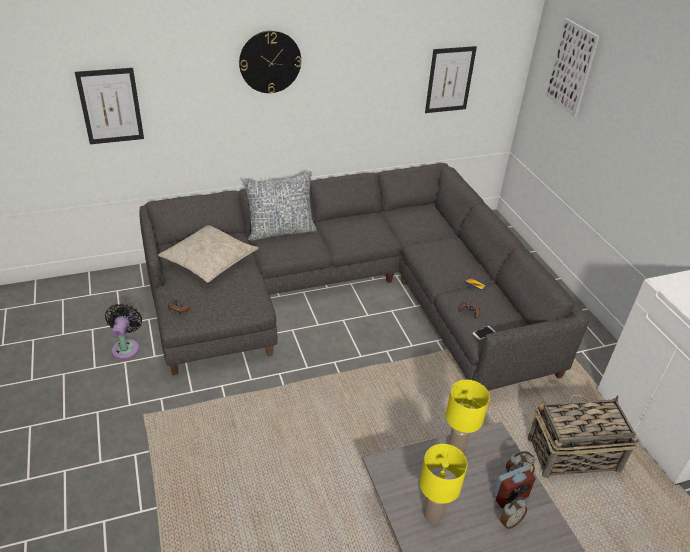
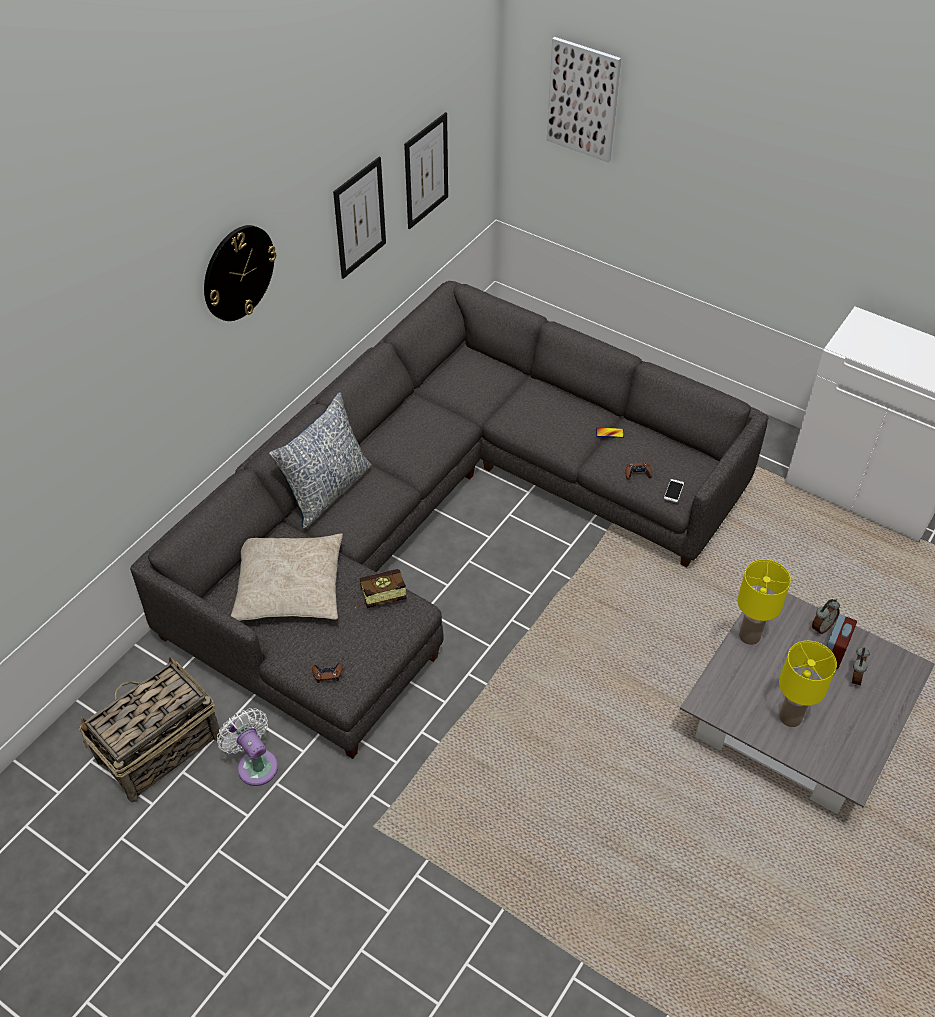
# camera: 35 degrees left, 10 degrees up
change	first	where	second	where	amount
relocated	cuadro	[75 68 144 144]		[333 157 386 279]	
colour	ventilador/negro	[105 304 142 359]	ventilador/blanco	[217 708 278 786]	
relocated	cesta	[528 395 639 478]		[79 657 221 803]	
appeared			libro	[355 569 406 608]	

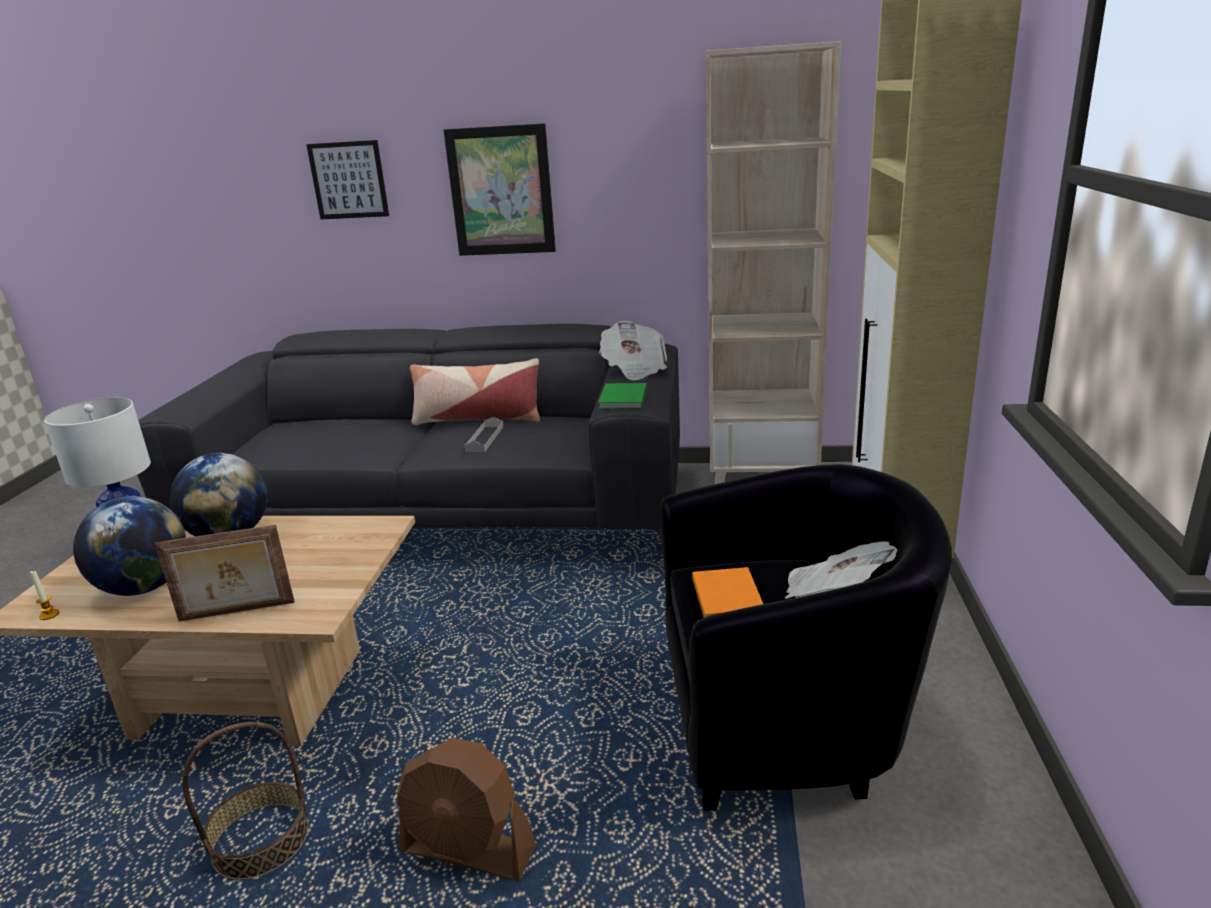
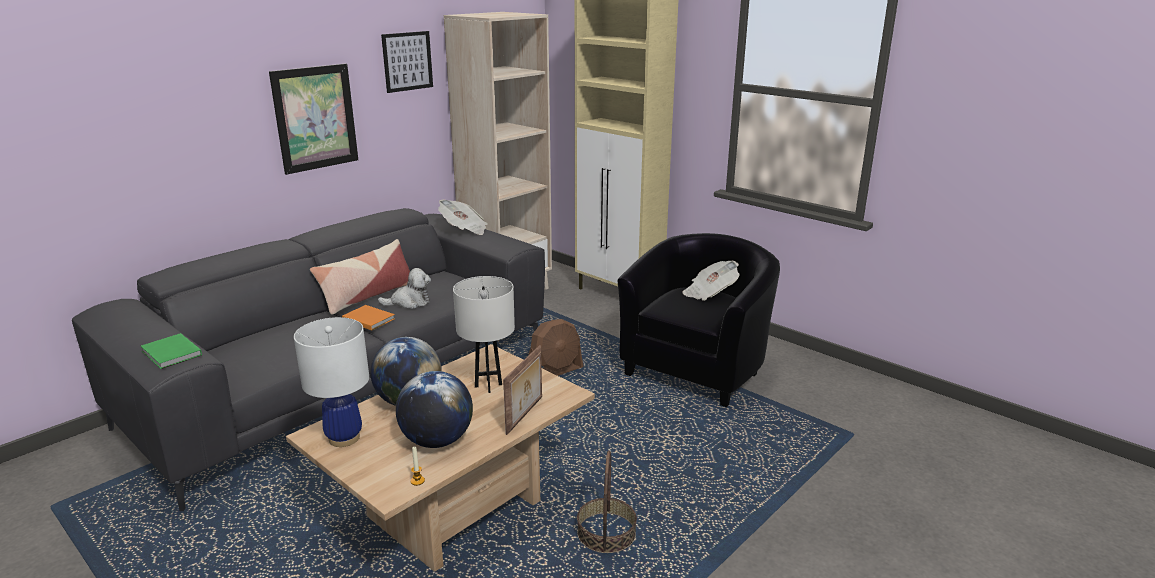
# camera: 55 degrees left, 0 degrees up
change	first	where	second	where	amount
relocated	cuadro	[306 140 389 220]		[381 31 433 93]	
relocated	ventilador/marrón	[397 738 536 881]		[528 319 583 376]	
exchanged	bandeja/gris	[464 417 503 452]	peluche	[378 268 431 309]	
relocated	libro/verde	[598 383 647 409]		[141 333 202 369]	
relocated	libro/naranja	[692 567 763 618]		[342 305 395 331]	
appeared			lámpara de mesa/blanco	[453 276 515 393]	

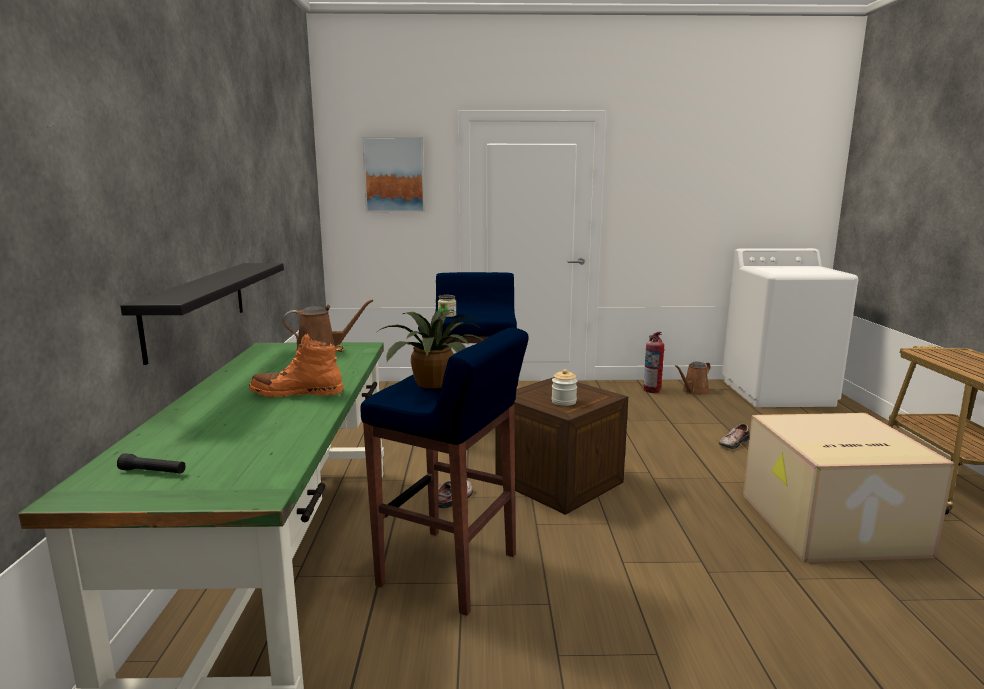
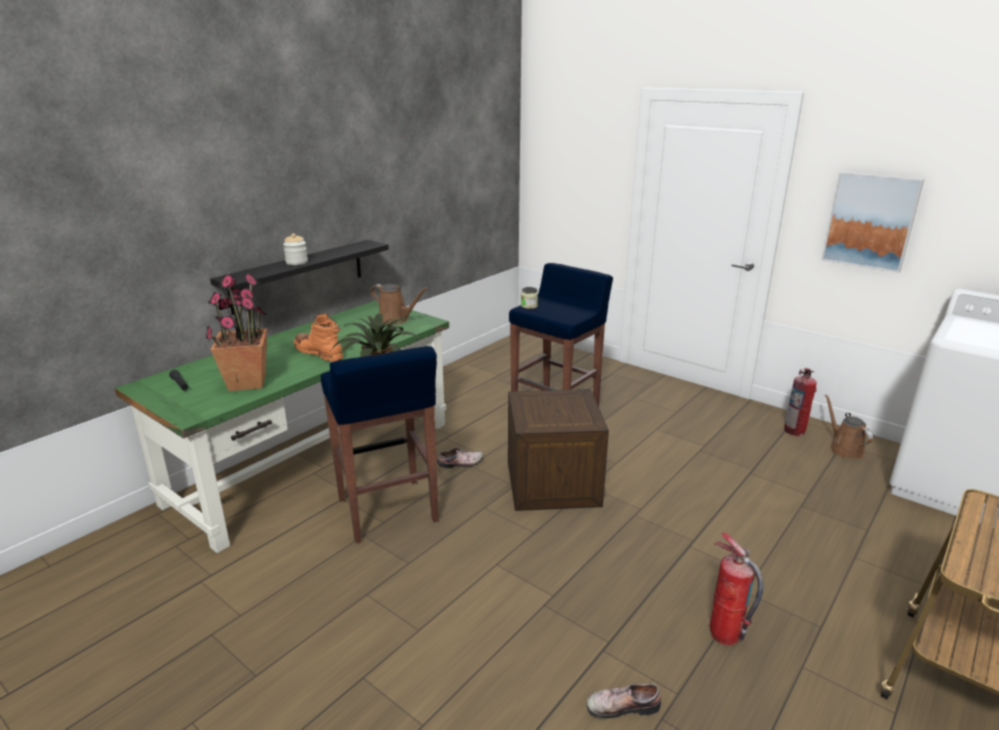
# camera: 40 degrees right, 10 degrees up
change	first	where	second	where	amount
relocated	cuadro	[362 137 425 212]		[821 172 924 273]	
relocated	tarro	[552 369 577 406]		[283 233 308 265]	
spun	regadera/marrón	[675 362 711 395]		[825 395 873 459]	75 degrees clockwise
relocated	zapato	[719 424 749 449]		[587 683 661 719]	
exchanged	caja de cartón	[743 413 955 562]	extintor	[710 533 763 645]	
appeared			planta en maceta	[206 273 267 391]	

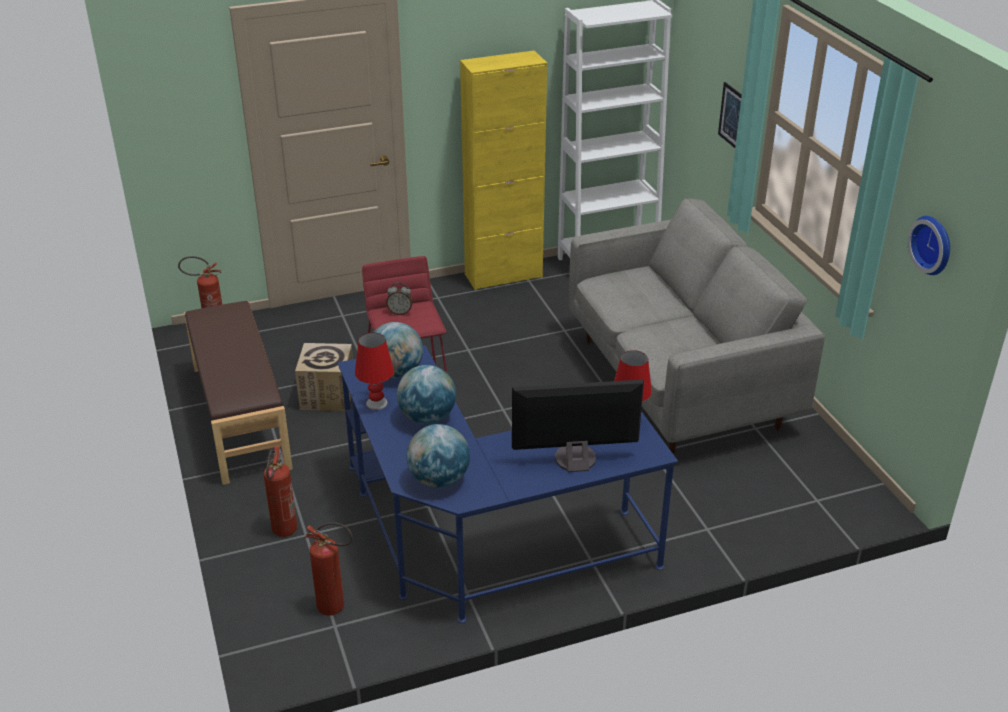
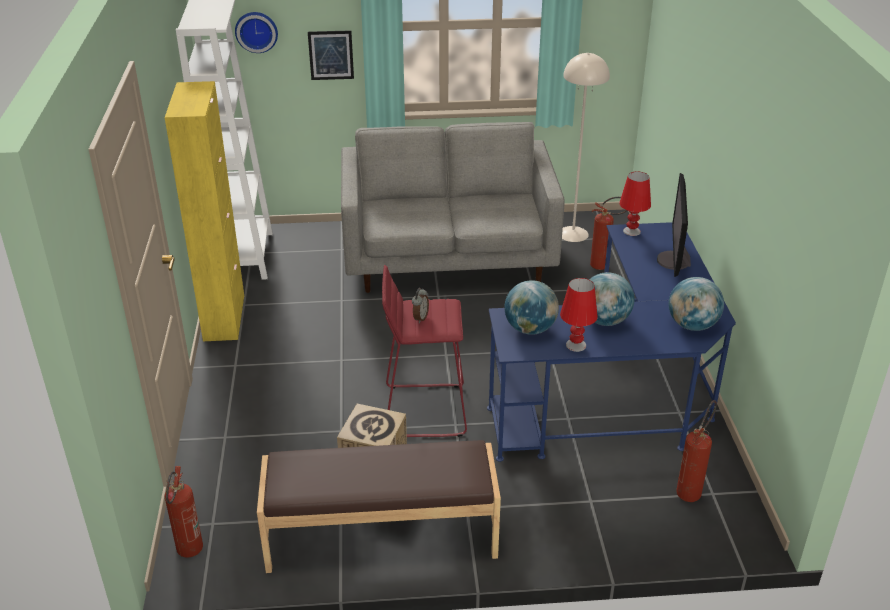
# camera: 75 degrees left, 0 degrees up
change	first	where	second	where	amount
relocated	extintor	[264 446 297 537]		[590 197 628 270]	
relocated	reloj de pared	[907 216 950 275]		[235 12 278 53]	
appeared			lámpara de pie/beis	[562 53 610 242]	

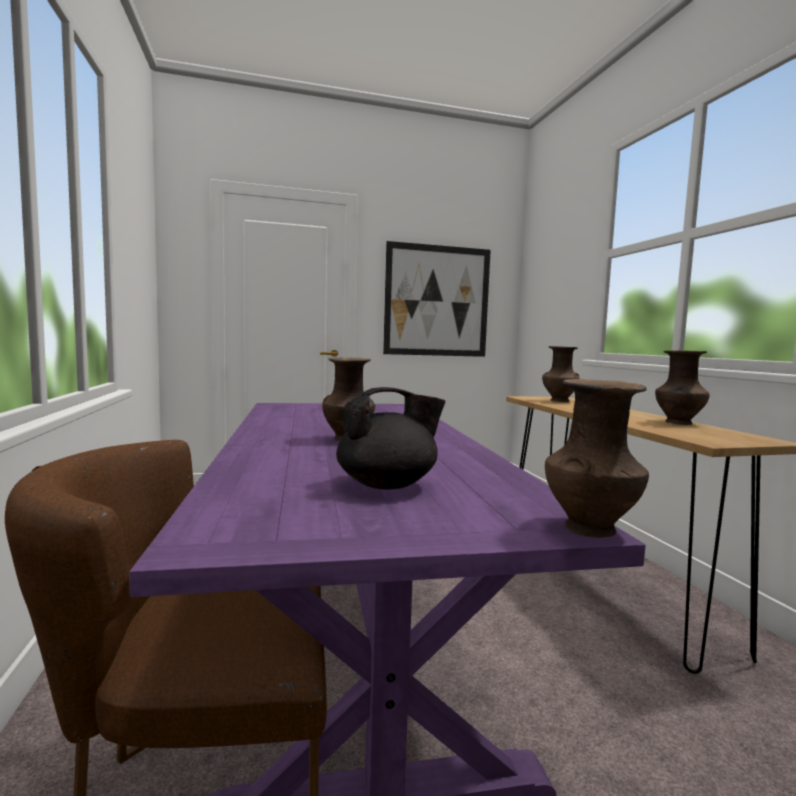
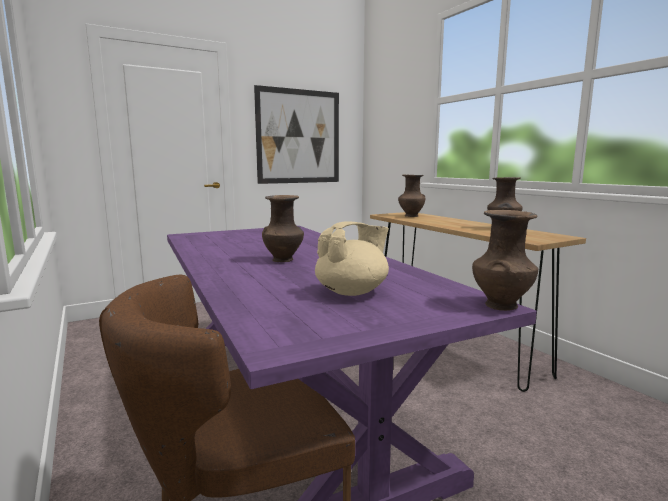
# camera: 15 degrees left, 5 degrees up
change	first	where	second	where	amount
colour	tetera/negro	[336 387 445 490]	tetera/beis	[315 222 389 296]	

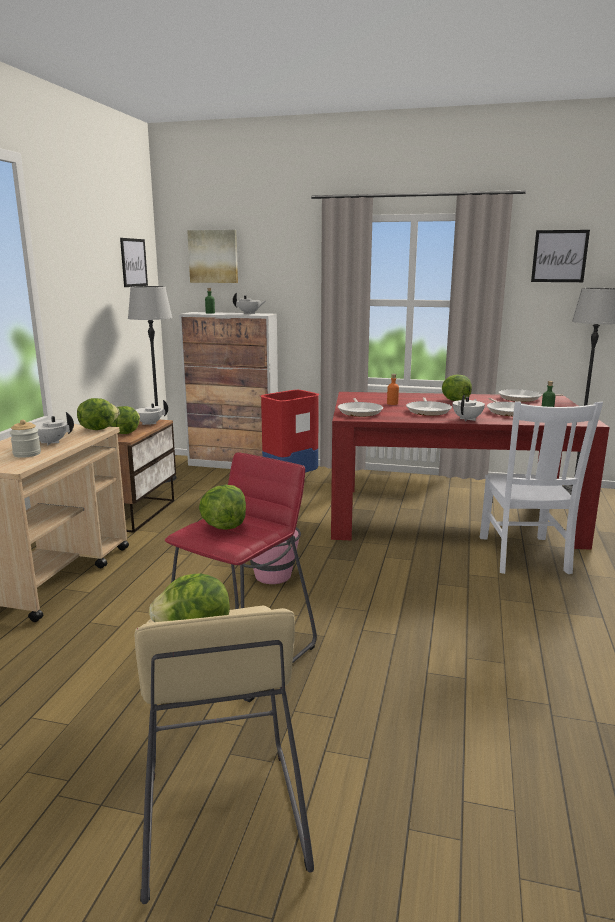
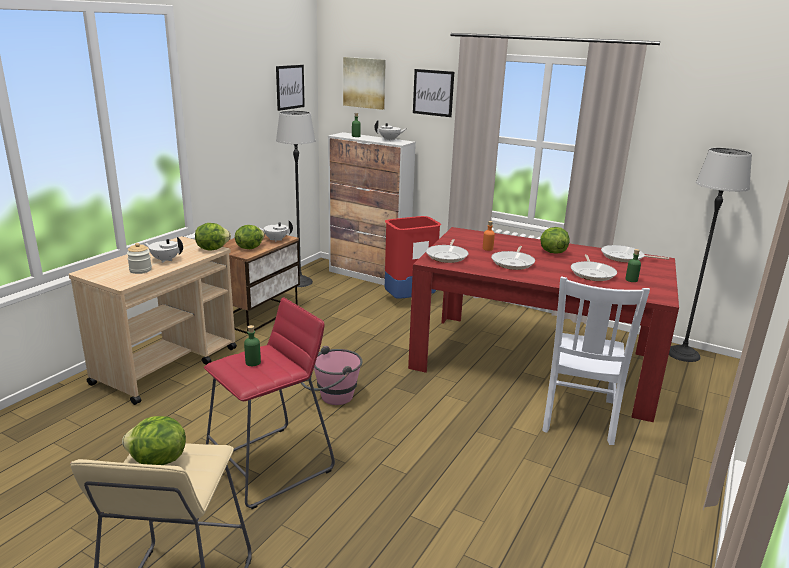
# camera: 15 degrees right, 5 degrees up
change	first	where	second	where	amount
exchanged	lechuga	[199 485 246 530]	botella/verde	[244 325 261 366]	
missing	tetera/blanco	[452 395 485 421]			
relocated	cuadro	[531 230 590 282]		[413 69 454 117]	

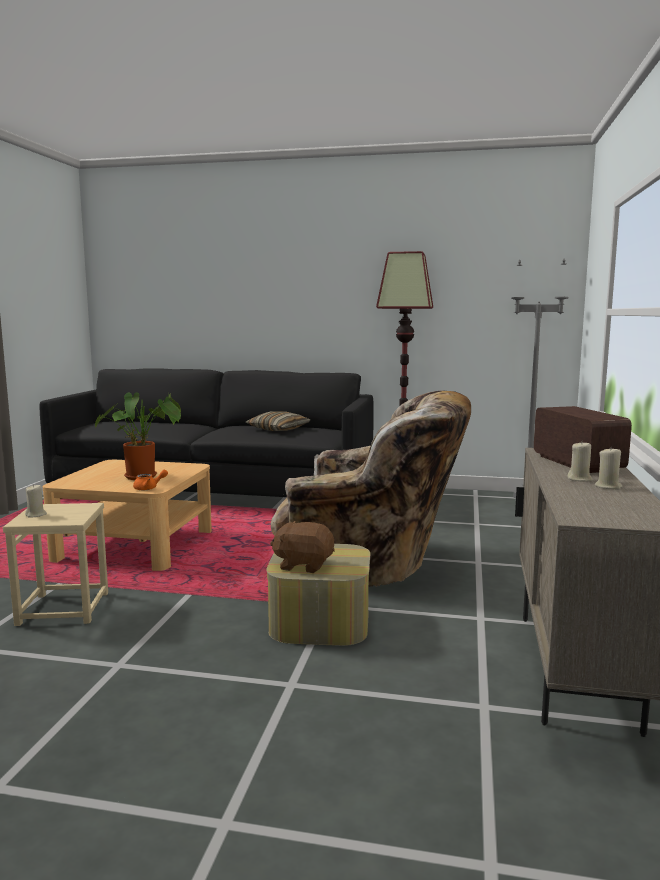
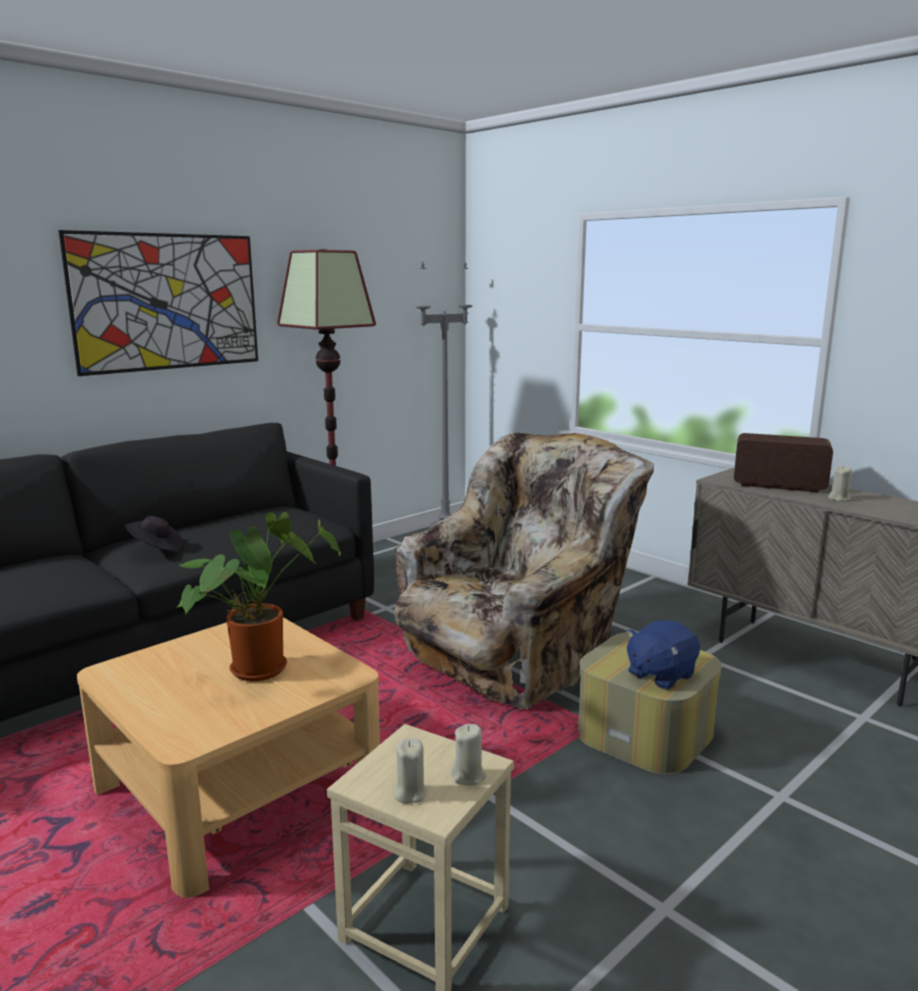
# camera: 55 degrees left, 5 degrees up
change	first	where	second	where	amount
missing	tetera/naranja	[133 470 168 490]			
missing	cojín	[245 411 310 431]			
colour	peluche/marrón	[270 521 335 573]	peluche/azul	[626 620 700 690]	
relocated	vela/beis	[595 447 623 490]		[451 724 487 785]	
appeared			cuadro	[58 230 258 376]	
appeared			sombrero/negro	[125 516 184 551]	

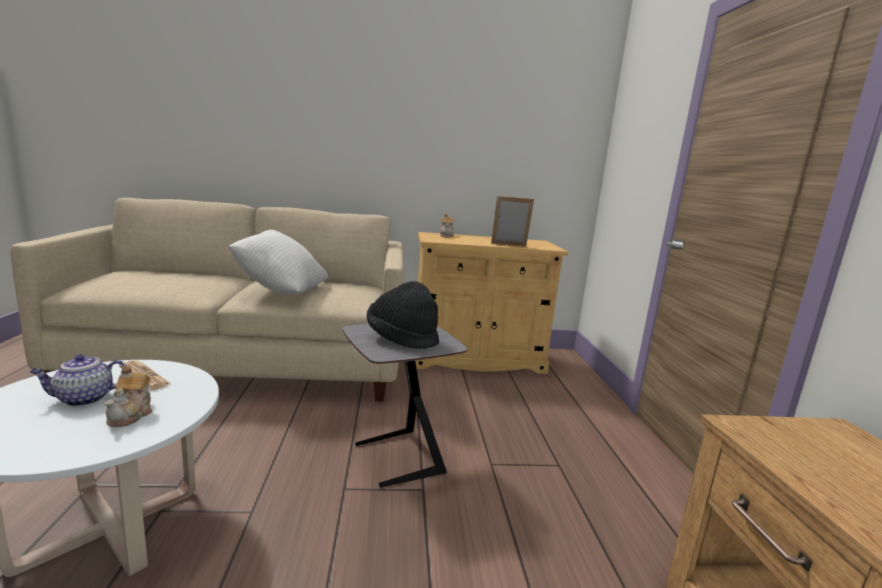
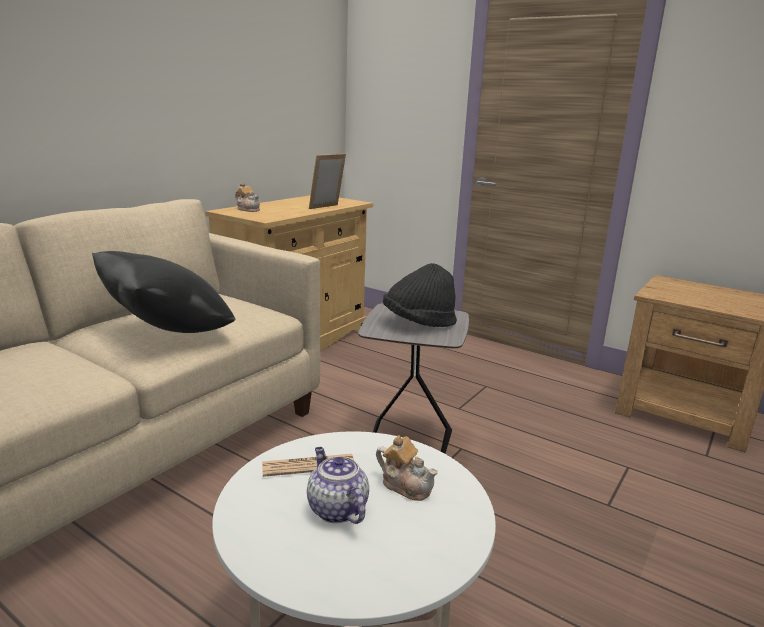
# camera: 50 degrees left, 5 degrees up
change	first	where	second	where	amount
spun	tetera	[30 354 127 406]		[307 447 369 524]	135 degrees clockwise
colour	cojín/blanco	[229 230 328 295]	cojín/negro	[92 251 235 333]	

